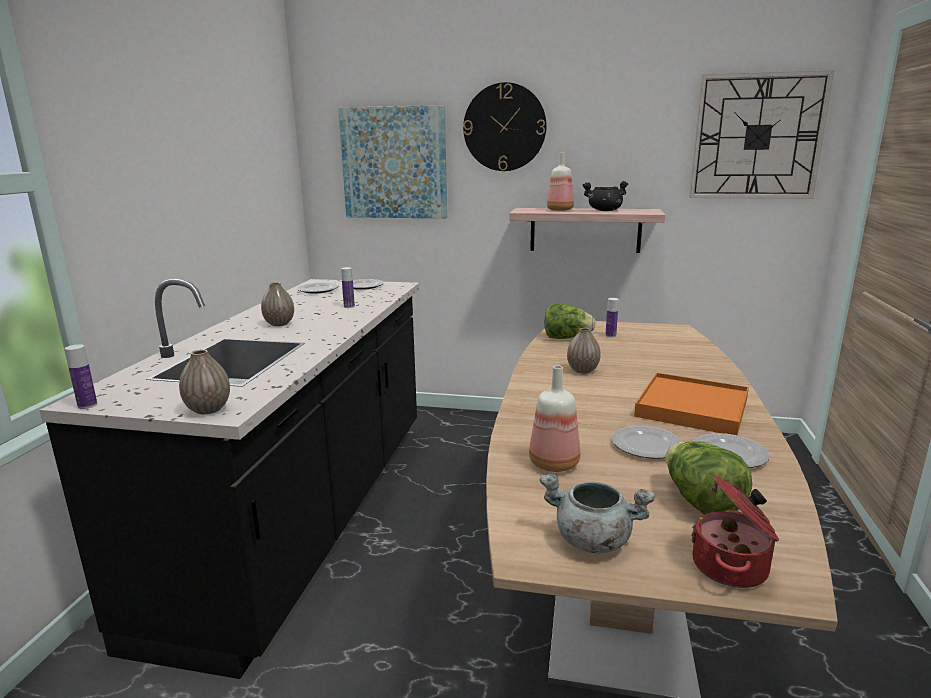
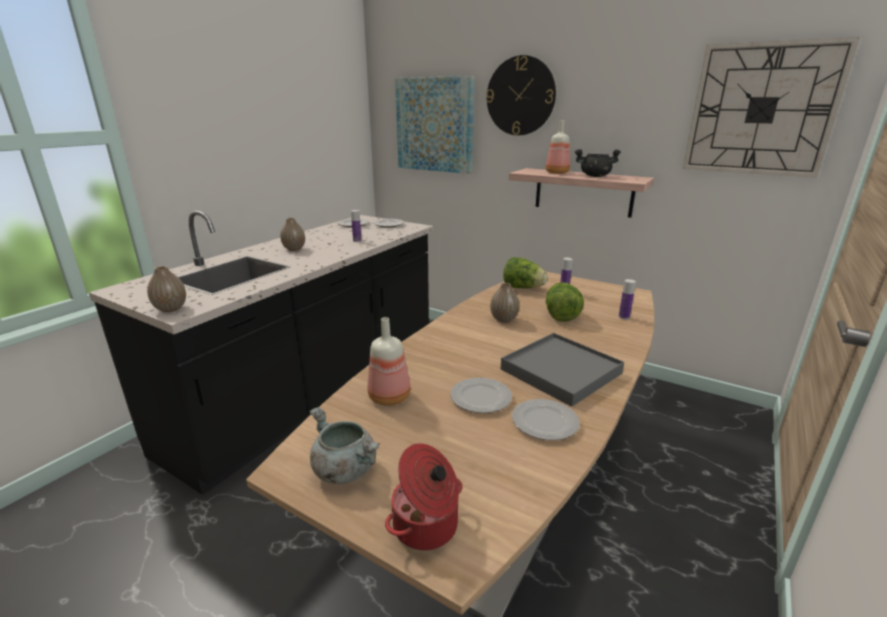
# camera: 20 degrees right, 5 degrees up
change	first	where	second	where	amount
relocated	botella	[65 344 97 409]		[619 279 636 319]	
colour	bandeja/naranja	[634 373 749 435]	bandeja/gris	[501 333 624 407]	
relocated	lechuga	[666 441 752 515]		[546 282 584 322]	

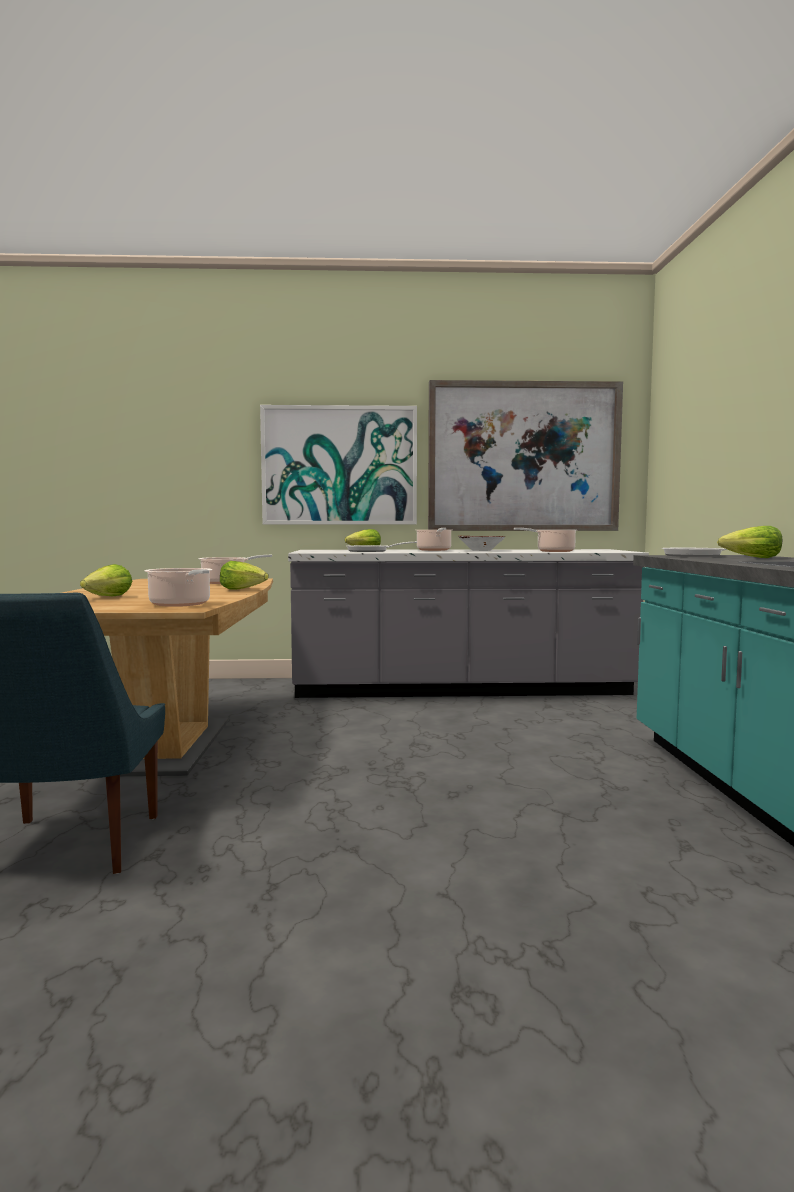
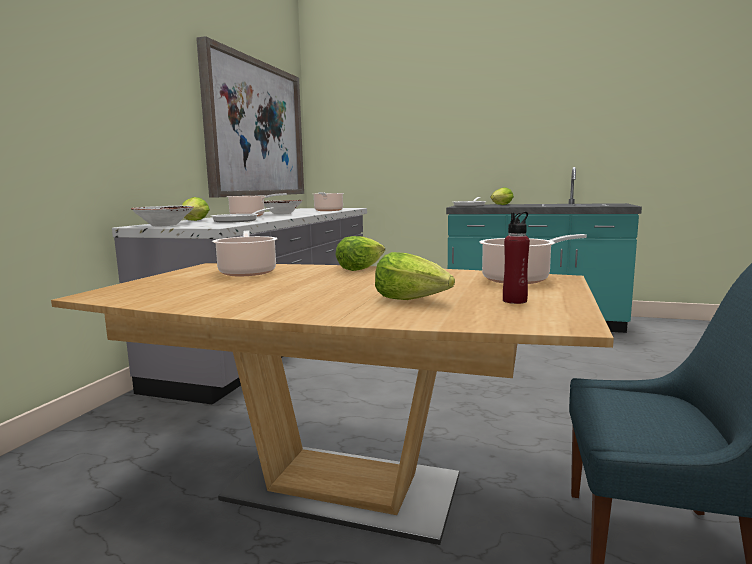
# camera: 70 degrees left, 5 degrees up
change	first	where	second	where	amount
missing	cuadro	[260 405 417 524]			
appeared			cuenco/blanco	[131 206 194 226]	
appeared			botella/rojo	[503 212 530 304]	

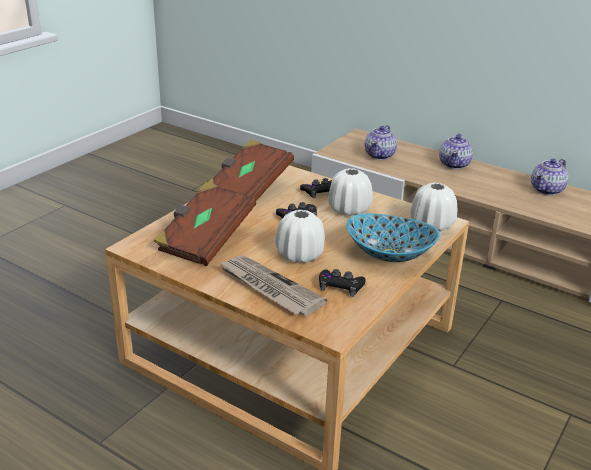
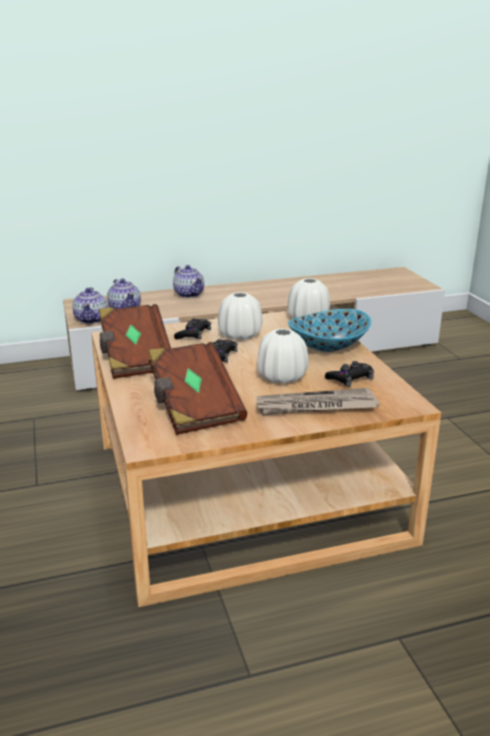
# camera: 50 degrees left, 5 degrees down
change	first	where	second	where	amount
relocated	tetera	[531 159 568 195]		[72 287 108 324]	

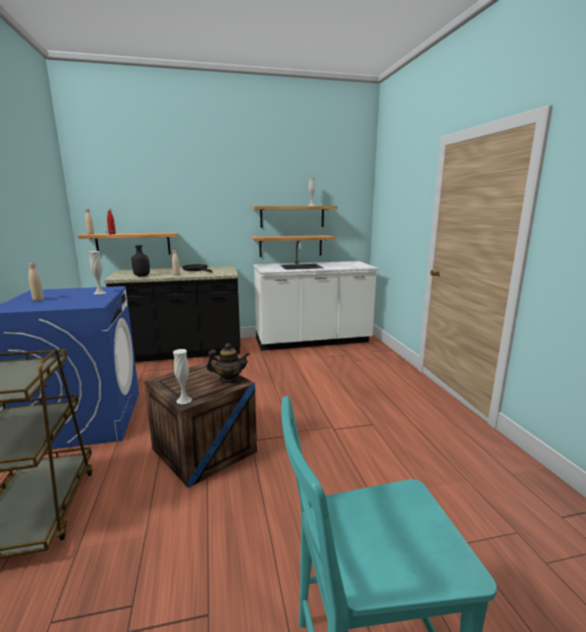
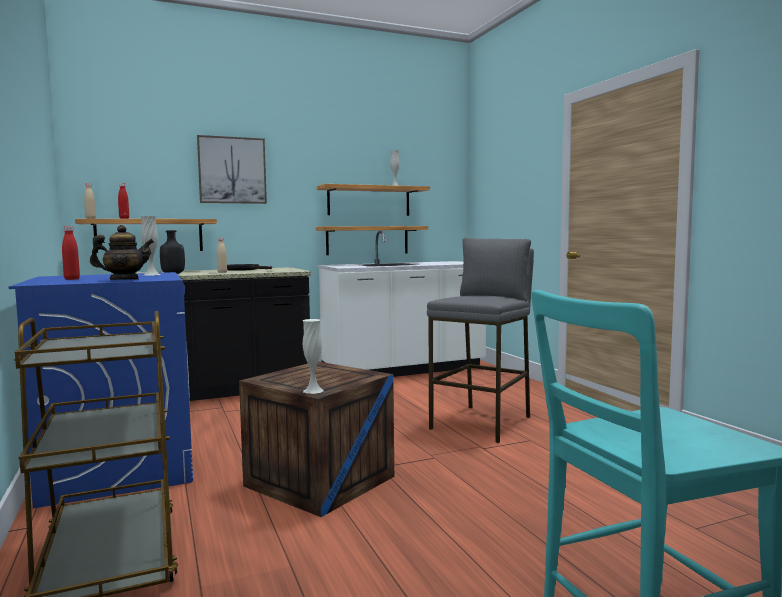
# camera: 10 degrees left, 10 degrees down
change	first	where	second	where	amount
colour	botella/beis	[28 263 44 301]	botella/rojo	[62 226 80 280]	
relocated	tetera	[207 343 250 383]		[90 225 154 280]	
appeared			cuadro	[197 135 267 204]	
appeared			taburete/gris	[427 238 534 443]	

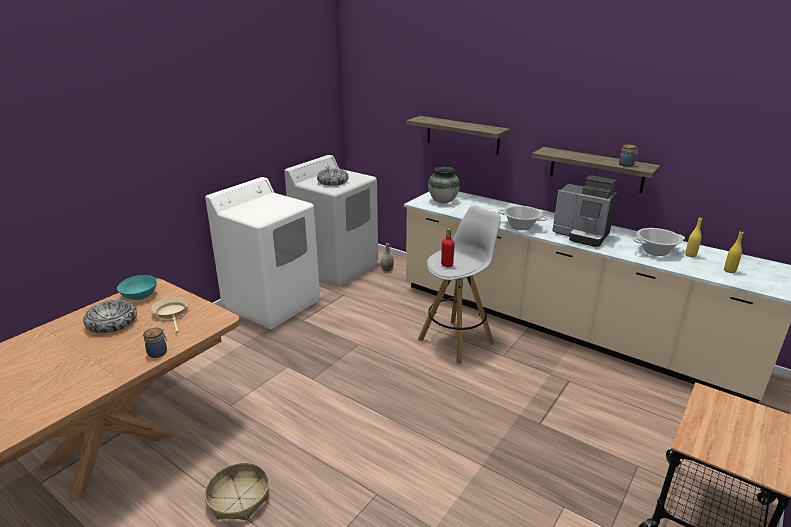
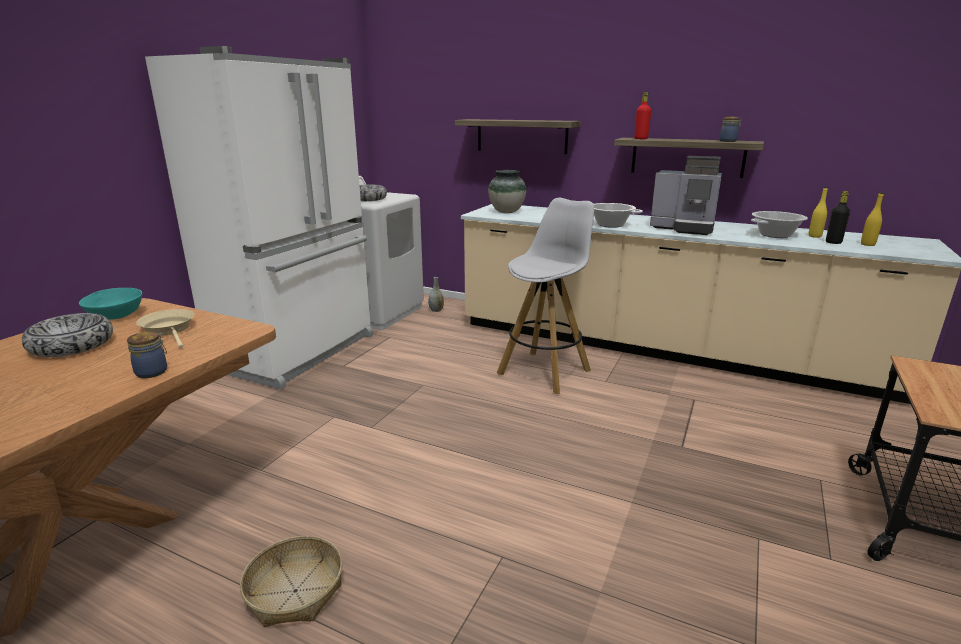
# camera: 10 degrees left, 5 degrees down
change	first	where	second	where	amount
exchanged	lavadora/blanco	[205 177 320 329]	nevera/blanco	[145 46 373 389]	
relocated	botella/rojo	[441 228 455 267]		[634 92 651 139]	
appeared			botella/negro	[826 191 850 244]	

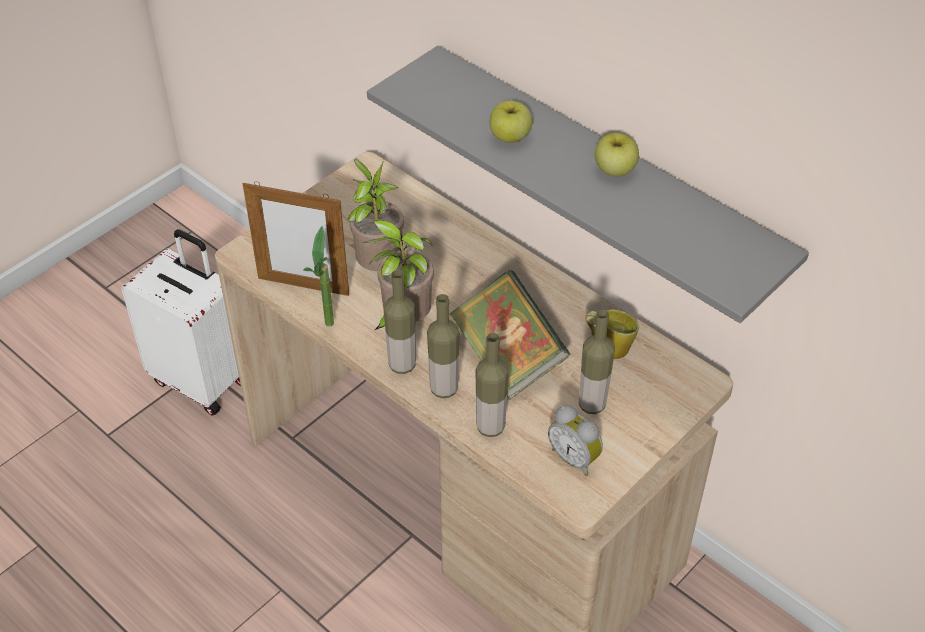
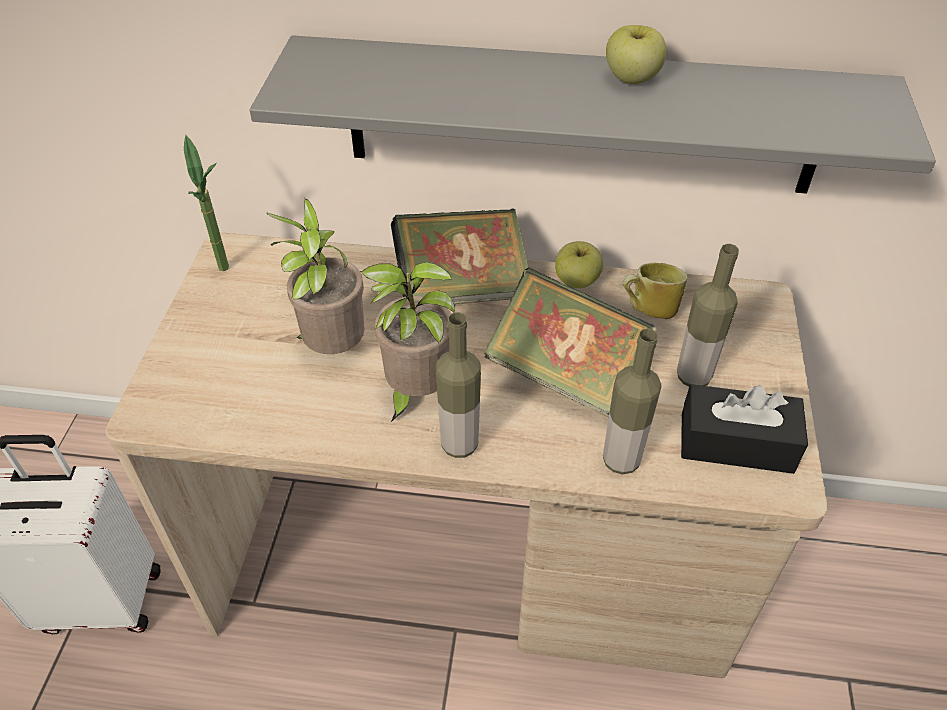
# camera: 35 degrees left, 0 degrees up
change	first	where	second	where	amount
missing	portarretratos	[243 181 349 296]			
relocated	planta en maceta	[303 226 334 326]		[184 135 229 271]	
missing	botella	[427 294 459 398]			
relocated	manzana	[489 101 532 143]		[555 241 603 288]	
exchanged	despertador	[548 405 603 476]	caja de pañuelos/negro	[681 384 808 474]	
appeared			libro	[391 209 528 304]	

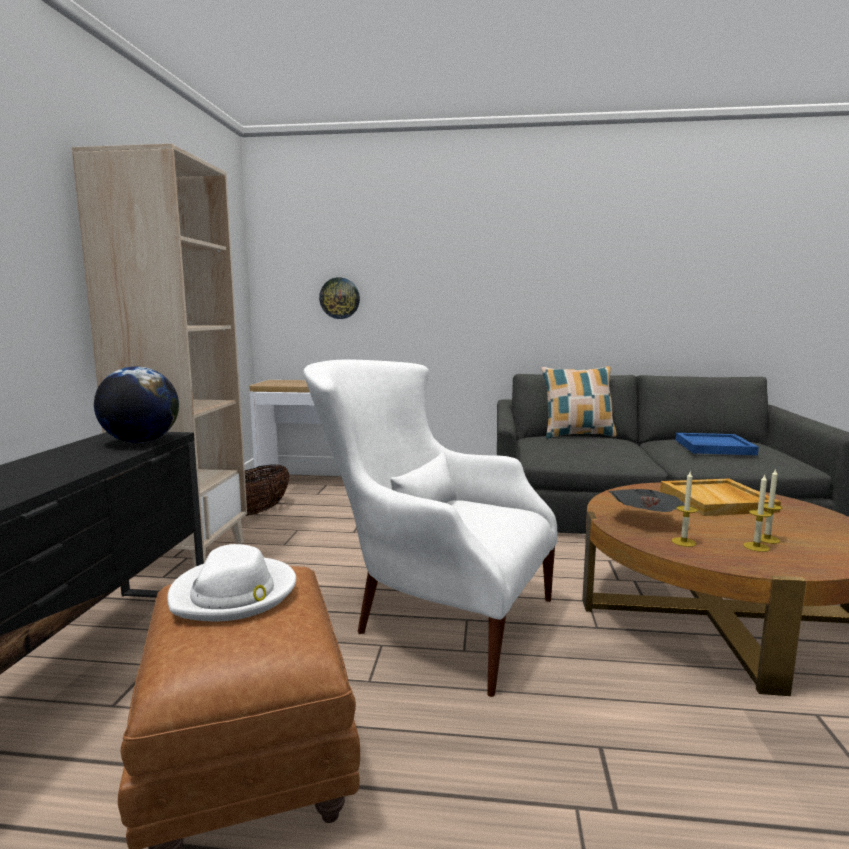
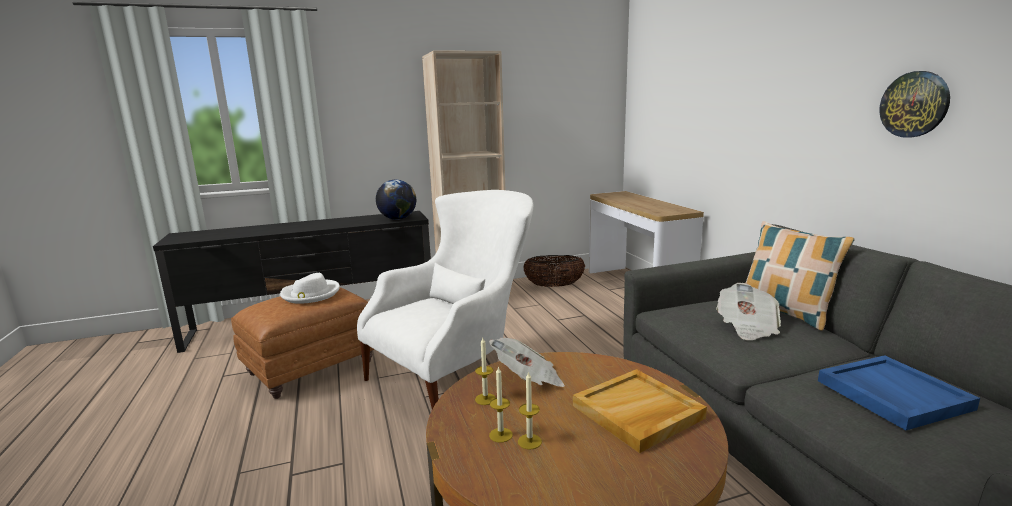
# camera: 65 degrees right, 5 degrees up
change	first	where	second	where	amount
spun	sillón/blanco	[304 360 557 697]		[357 190 533 409]	45 degrees clockwise
relocated	reloj de pared	[319 277 360 319]		[879 71 950 138]	
appeared			periódico	[716 283 781 340]	

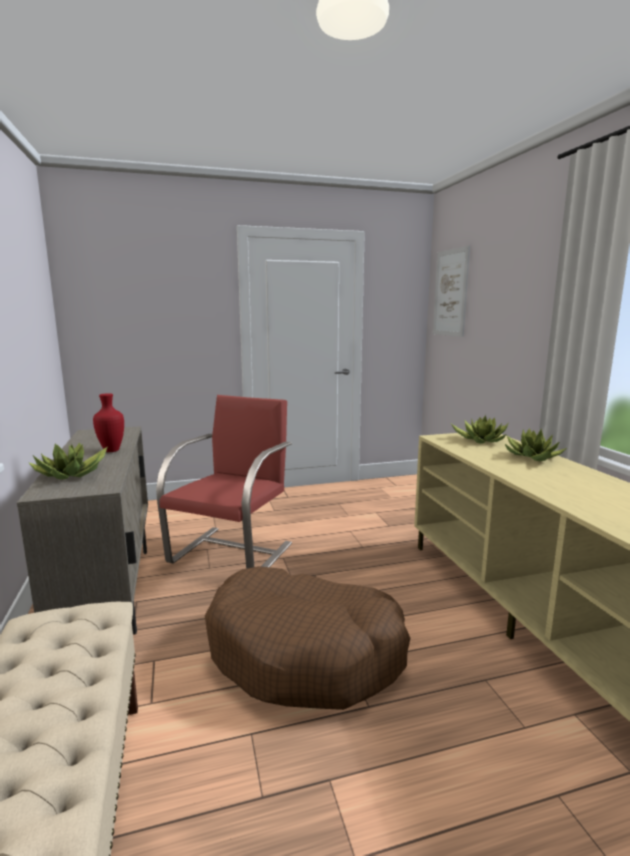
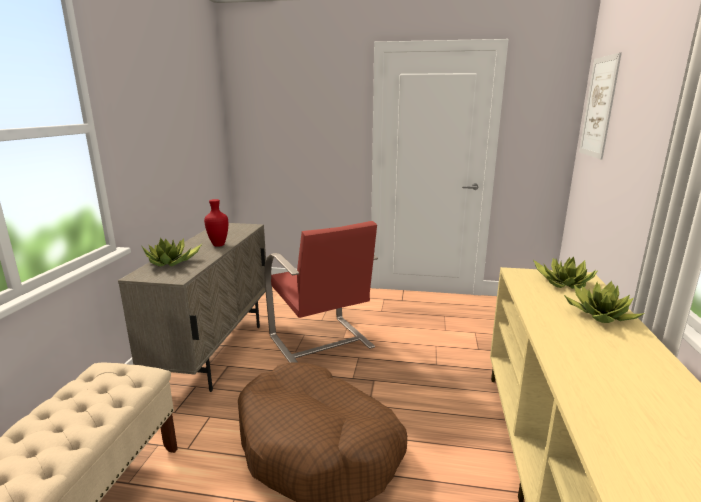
# camera: 25 degrees right, 5 degrees up
change	first	where	second	where	amount
spun	sillón/rojo	[156 395 292 569]		[264 221 378 363]	105 degrees clockwise

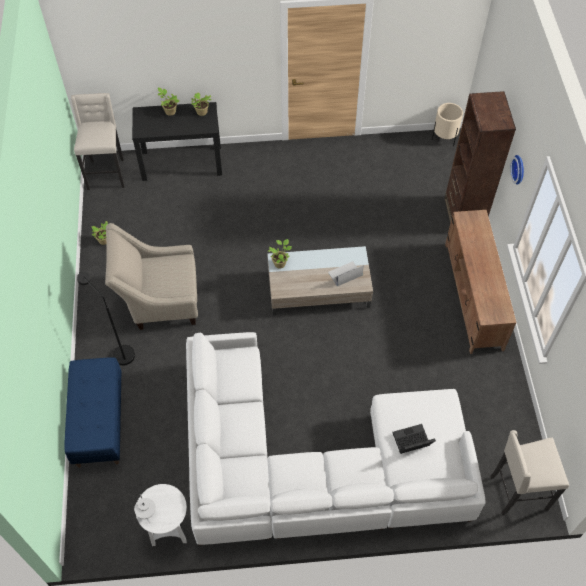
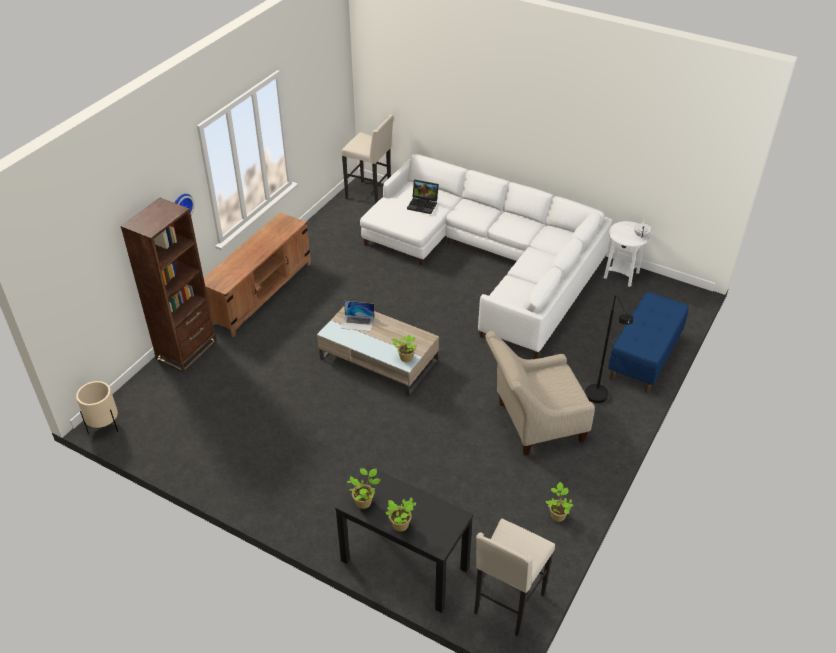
# camera: 145 degrees left, 15 degrees down
change	first	where	second	where	amount
spun	sillón/beis	[105 223 198 330]		[485 331 595 456]	135 degrees clockwise

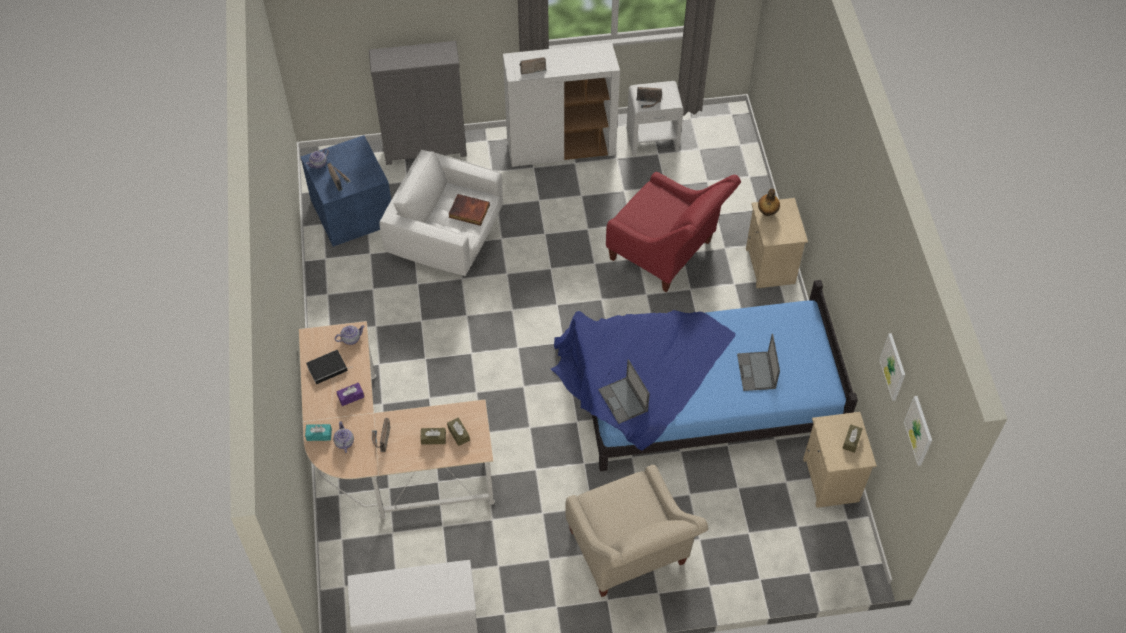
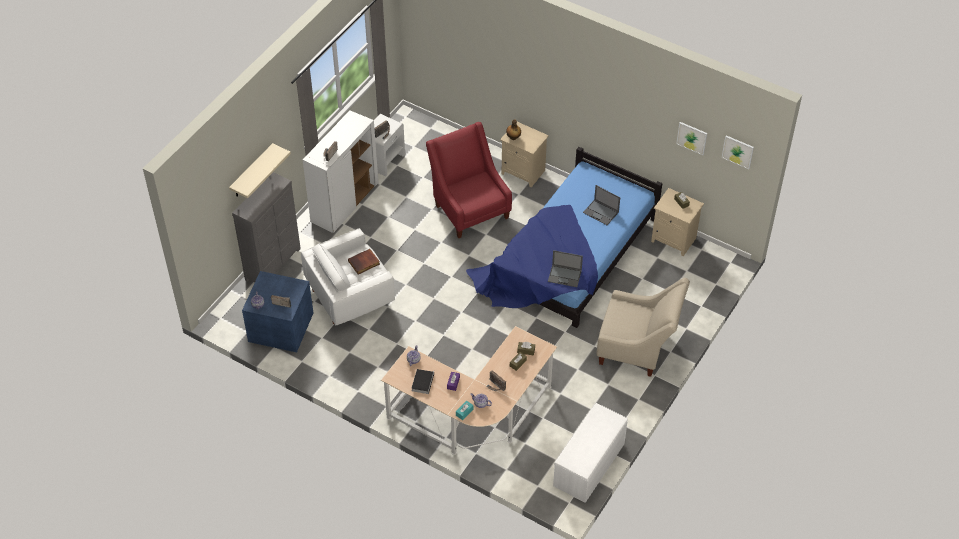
# camera: 50 degrees left, 5 degrees down
change	first	where	second	where	amount
spun	sillón/rojo	[606 172 741 292]		[426 122 512 238]	105 degrees counterclockwise
appeared			estante/beis	[229 143 291 198]	

